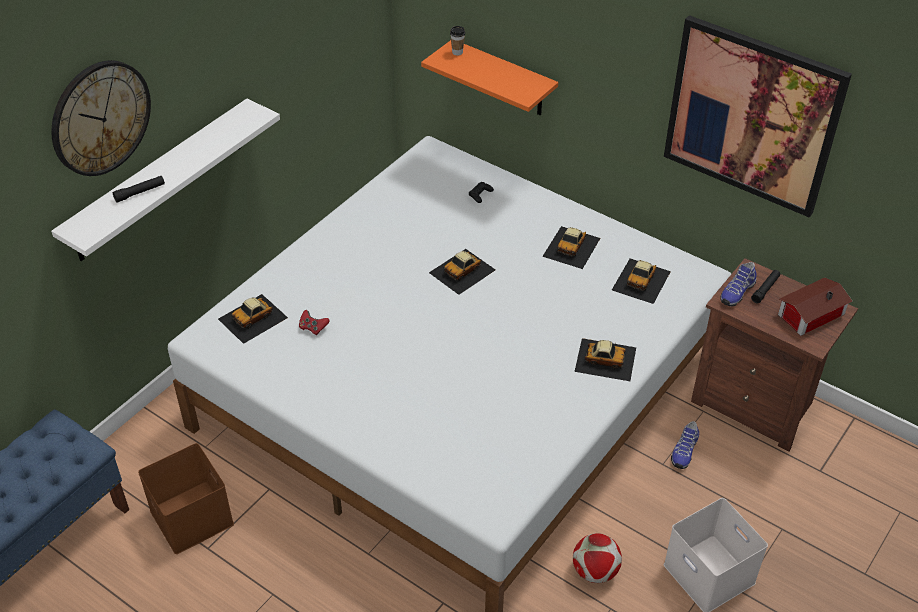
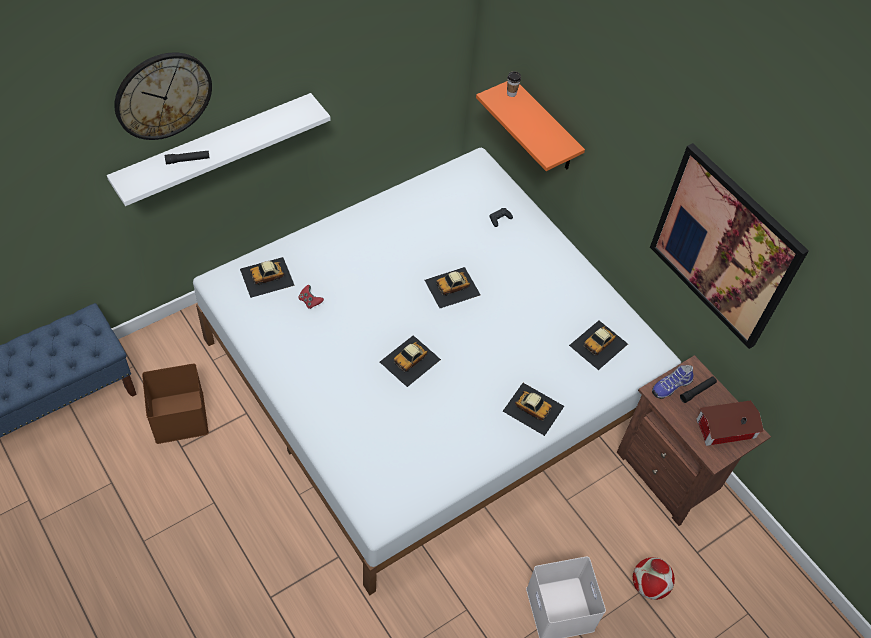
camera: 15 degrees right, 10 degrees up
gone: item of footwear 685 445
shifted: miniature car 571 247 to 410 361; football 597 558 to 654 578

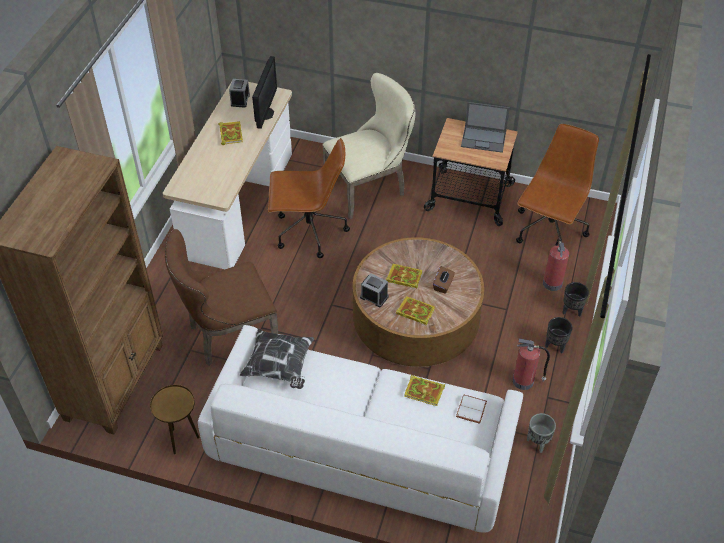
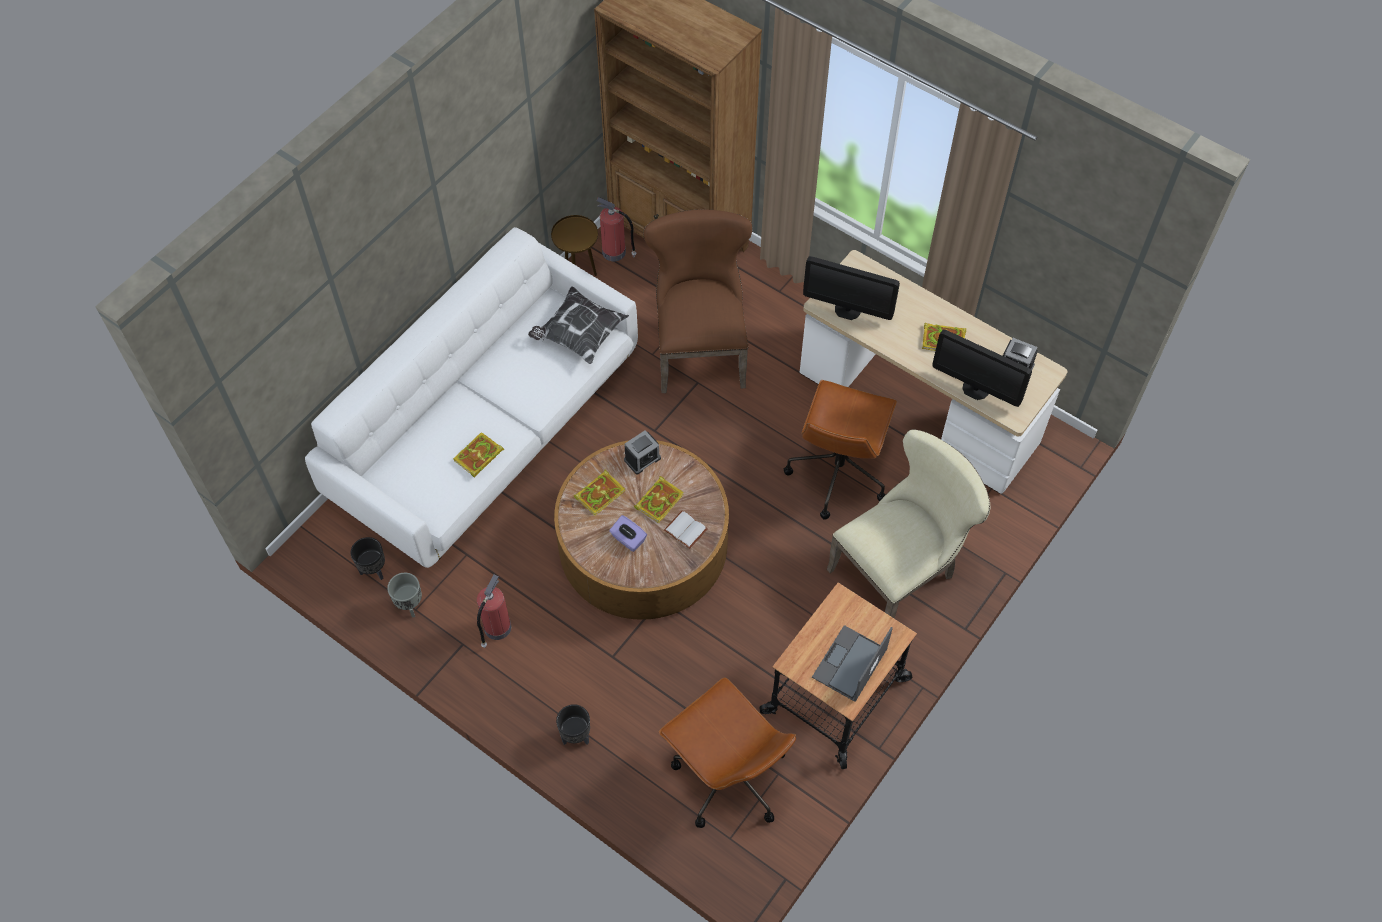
camera: 110 degrees right, 10 degrees up
new: computer display 851 288
shifted: book/whitish 471 409 to 686 529; fire extinguisher 556 264 to 616 229; plant pot/blackish 558 335 to 368 558
repainted: tissue box/brown 444 280 to tissue box/purple-coloured 628 533
rotated: plain chair/beige-coloured 368 146 = 908 523 120 degrees counterclockwise

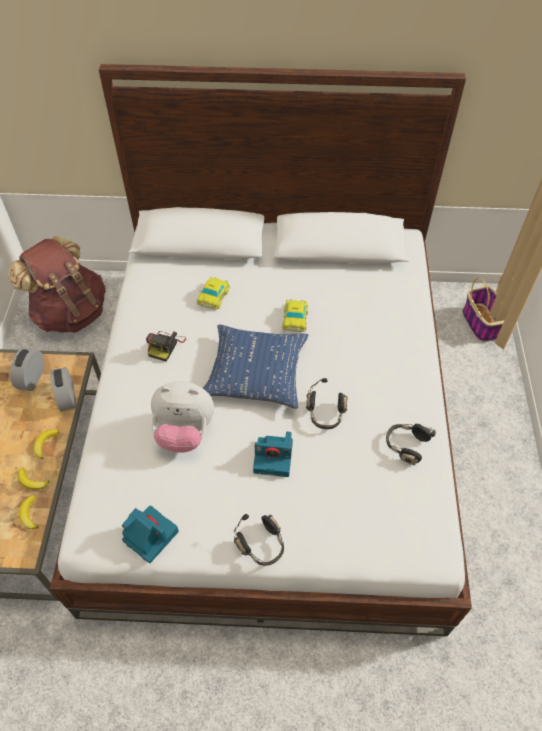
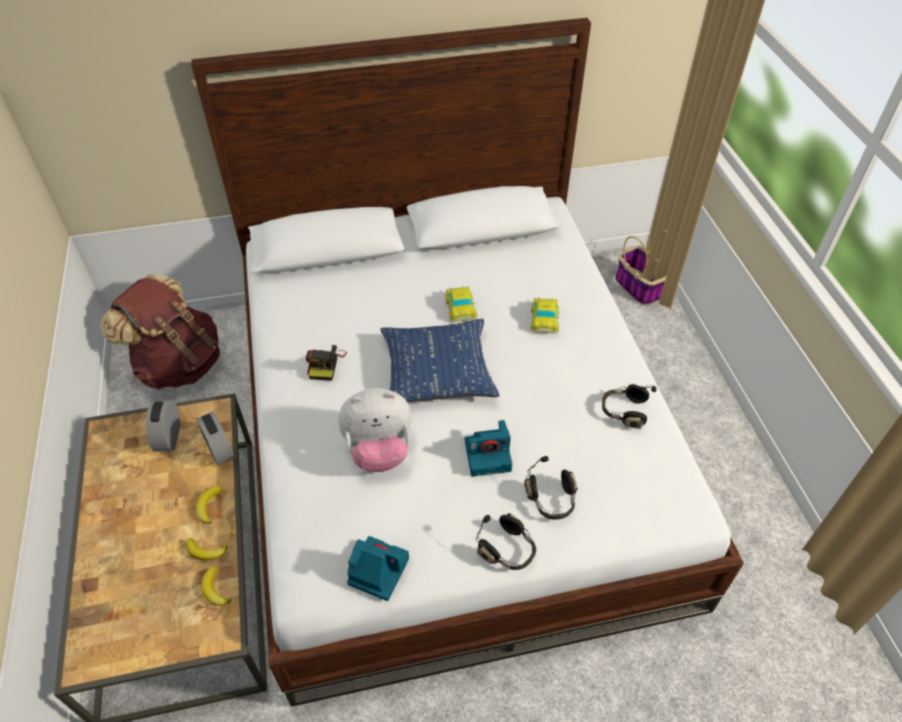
camera: 15 degrees left, 5 degrees down
shifted: miniature car 213 293 to 545 315; pair of headphones/blackish 327 403 to 551 488

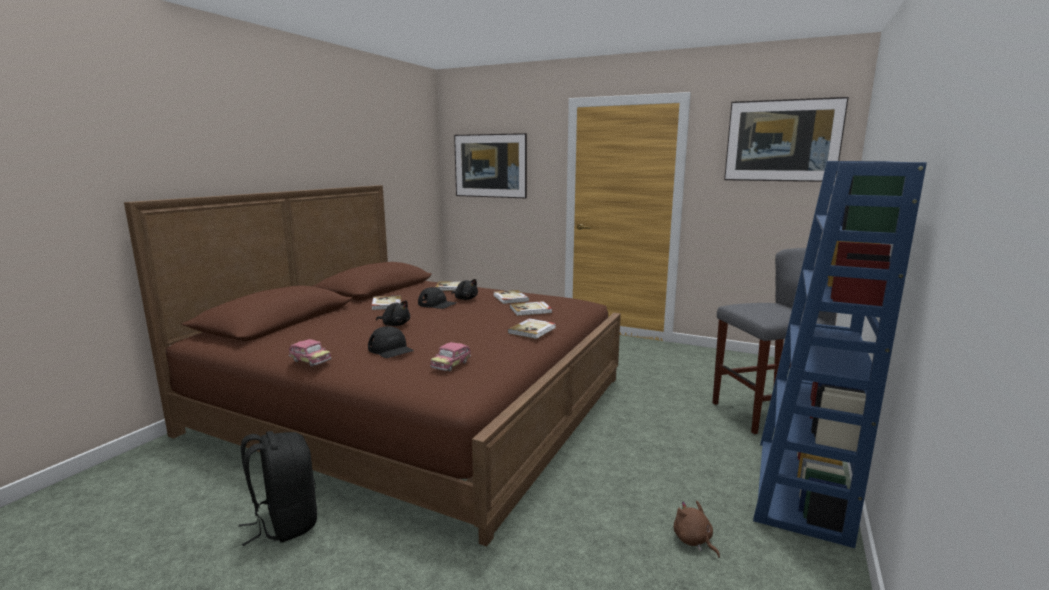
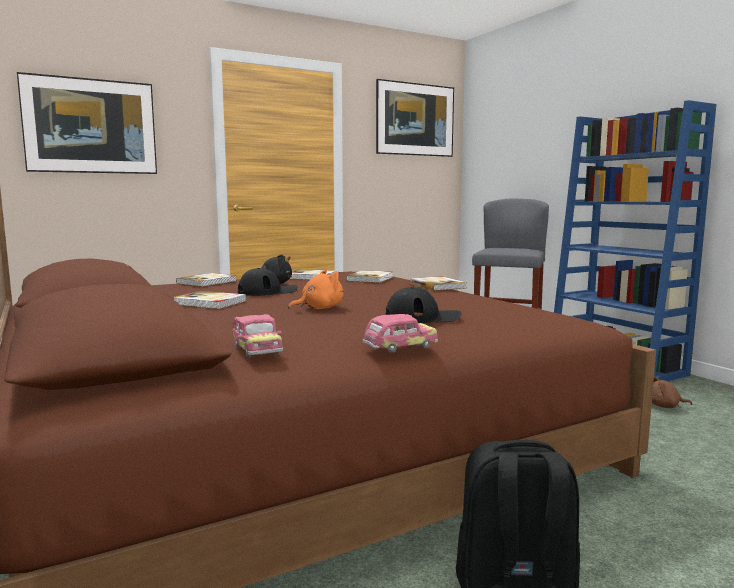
camera: 55 degrees left, 5 degrees down
shifted: miniature car 450 357 to 258 336
repainted: cuddly toy/blackish 393 313 to cuddly toy/orange-coloured 316 289

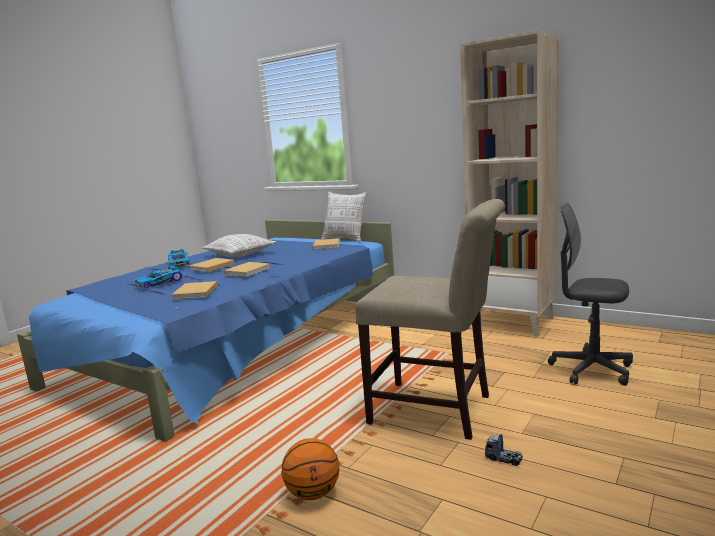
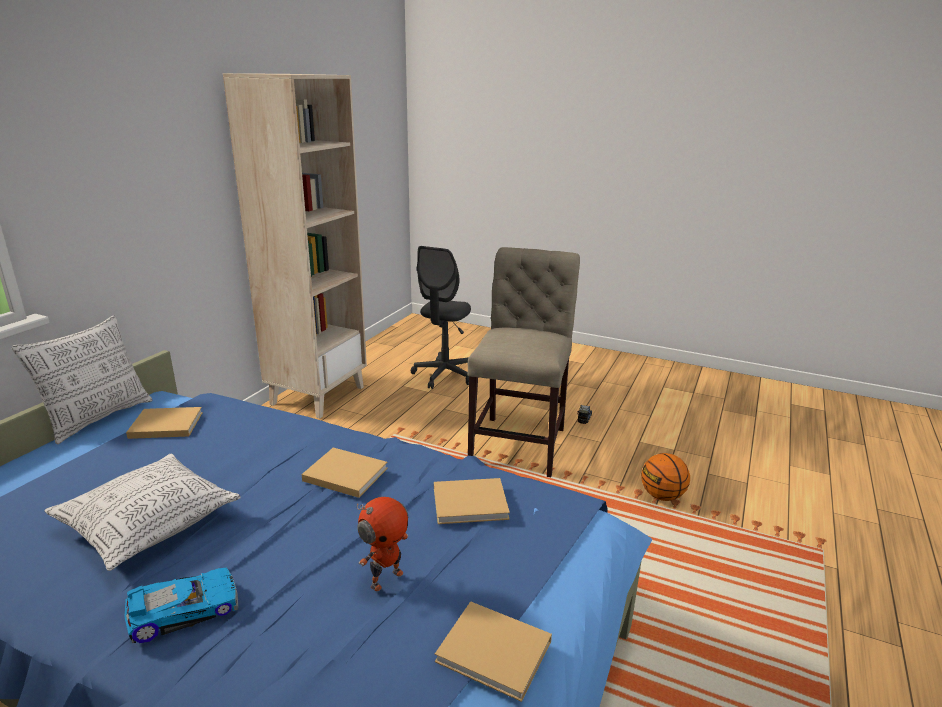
camera: 100 degrees left, 10 degrees up
shifted: book/beige-coloured 212 265 to 493 651
swapped: miniature car 158 277 to robot figure 382 544

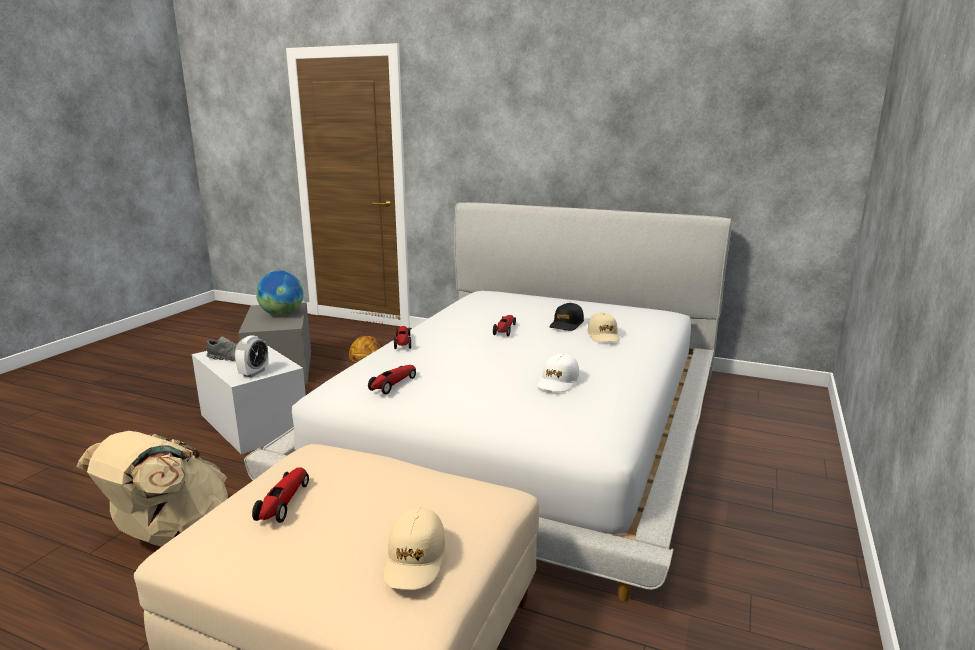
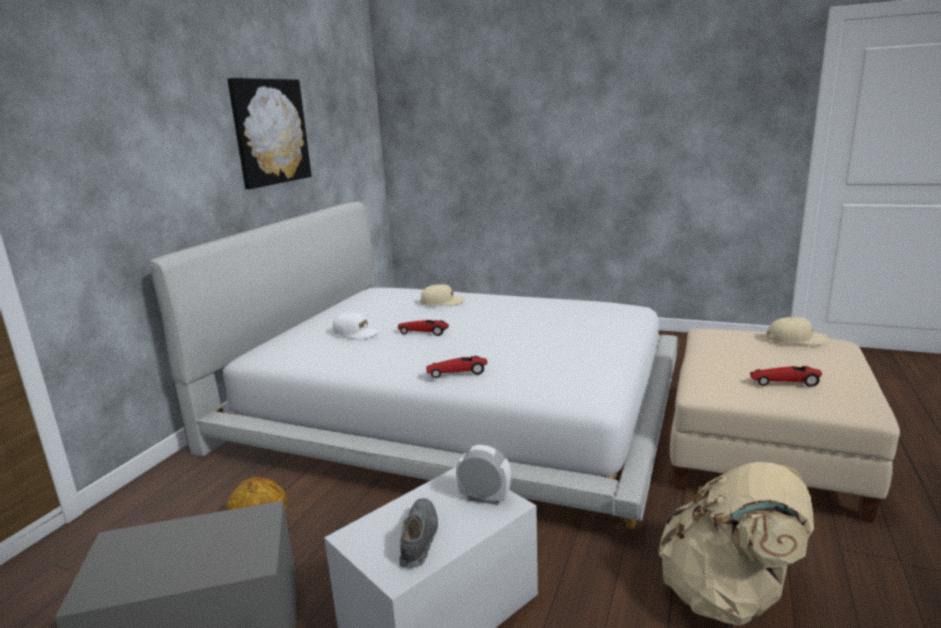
camera: 90 degrees left, 0 degrees up
gone: desk globe 280 293; miniature car 392 379; peaked cap/blackish 566 317
new: wall picture 269 133
shifted: peaked cap/whitish 558 373 to 356 326

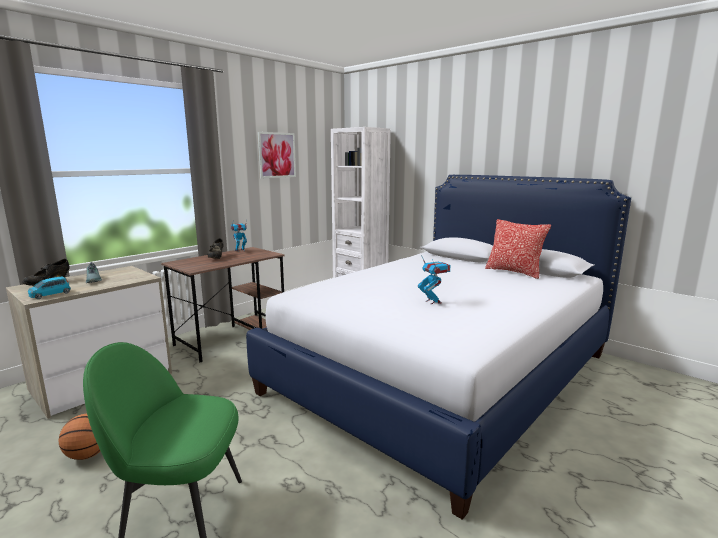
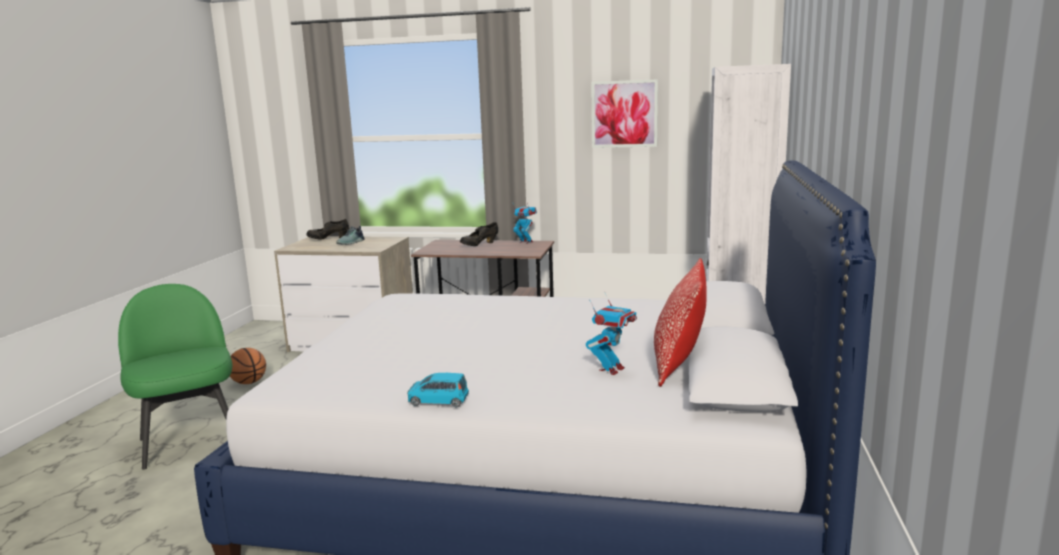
camera: 60 degrees right, 0 degrees up
shifted: miniature car/blue 49 288 to 438 390; robot figure 434 279 to 611 333

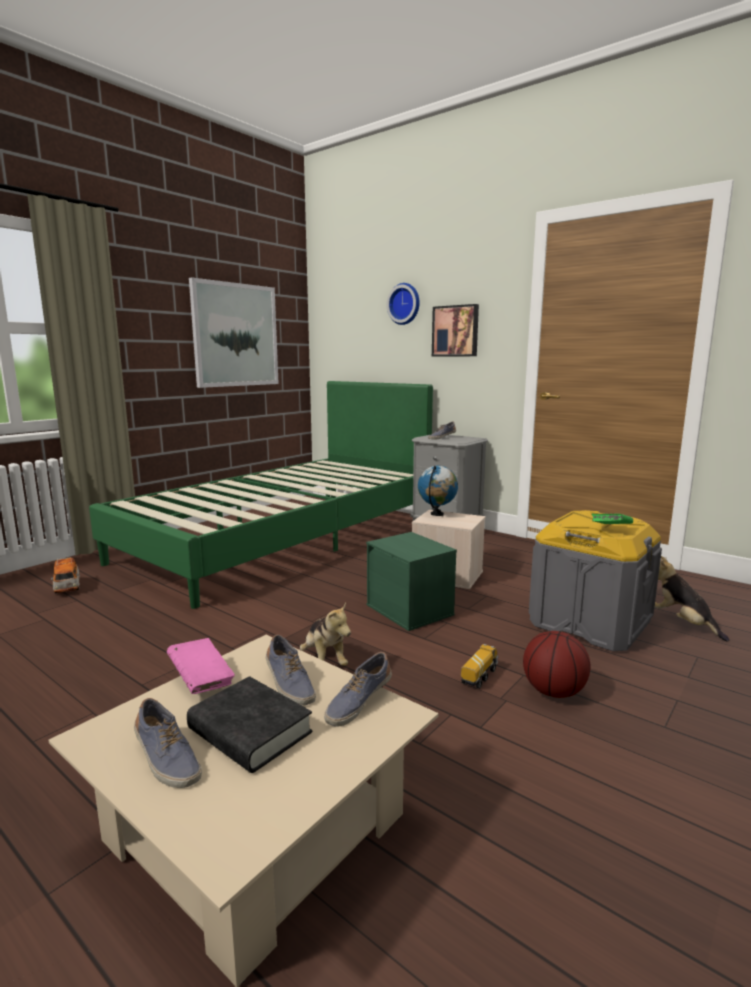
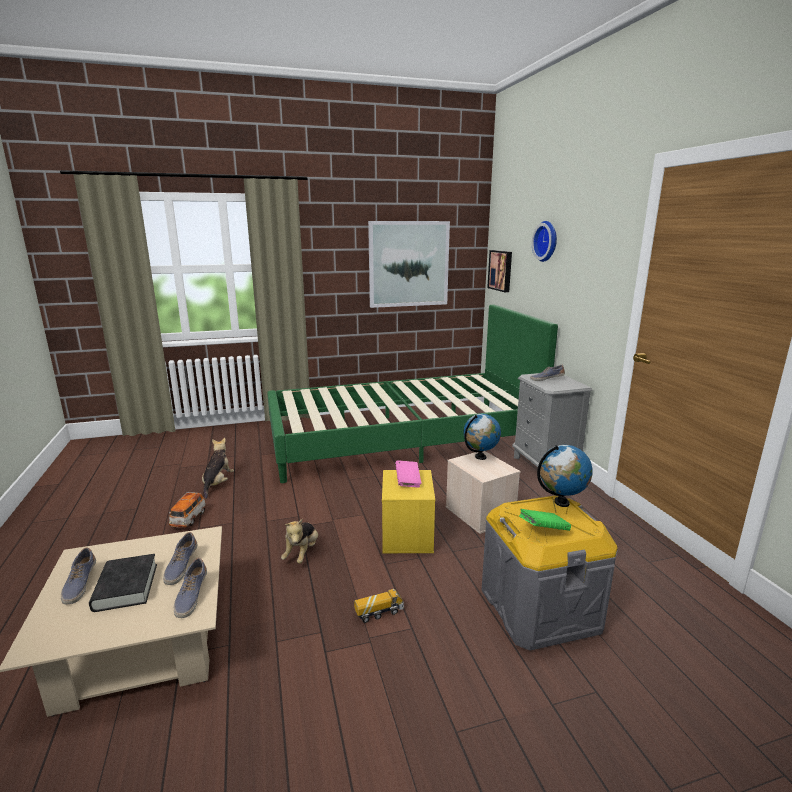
camera: 35 degrees right, 5 degrees up
gone: basketball 557 664
new: desk globe 565 476
shifted: miniature car 65 575 to 187 509; book/pinkish 201 666 to 408 473; wall picture 455 330 to 499 271; cuddly toy 691 598 to 218 468
repainted: storage container/greenish 411 581 to storage container/yellowish 408 511
rotated: item of footwear 358 689 = 190 588 75 degrees counterclockwise

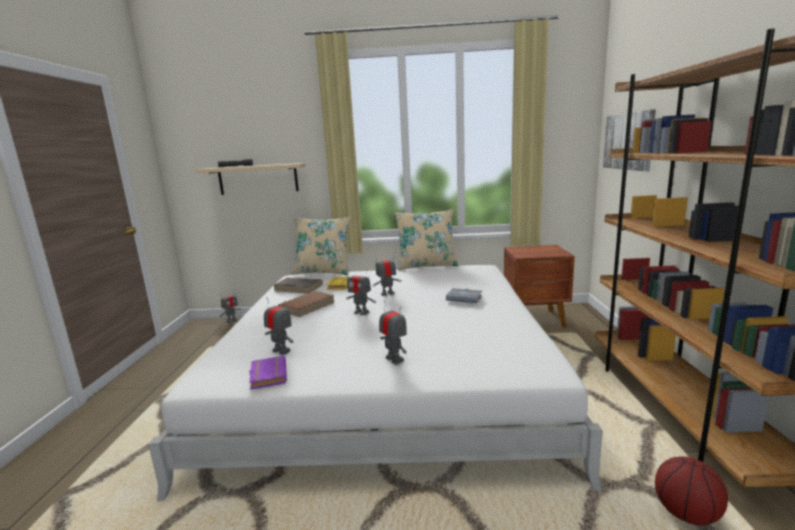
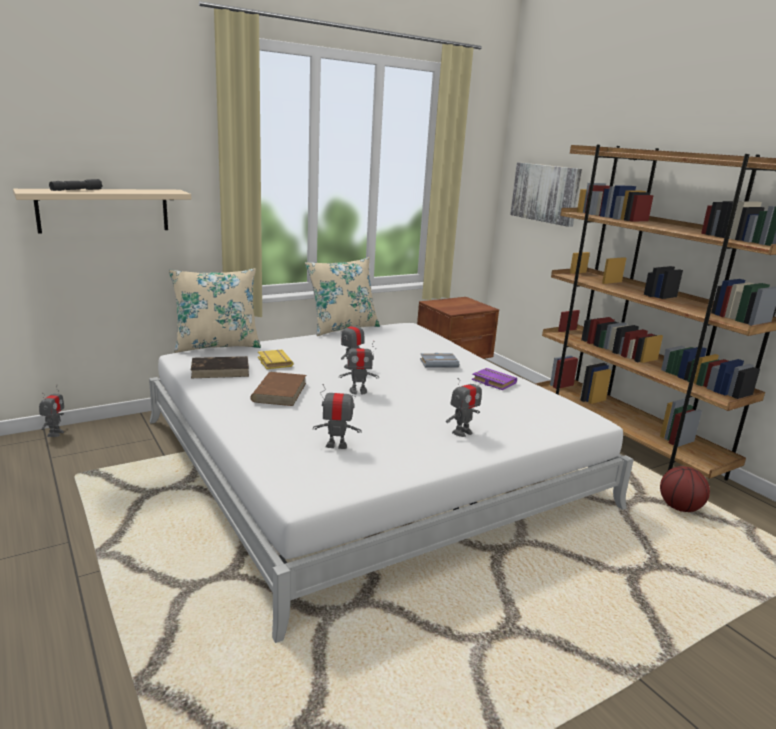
camera: 35 degrees left, 5 degrees up
shifted: book/purple-coloured 268 373 to 494 379
rotated: robot figure 393 333 = 464 405 120 degrees clockwise

